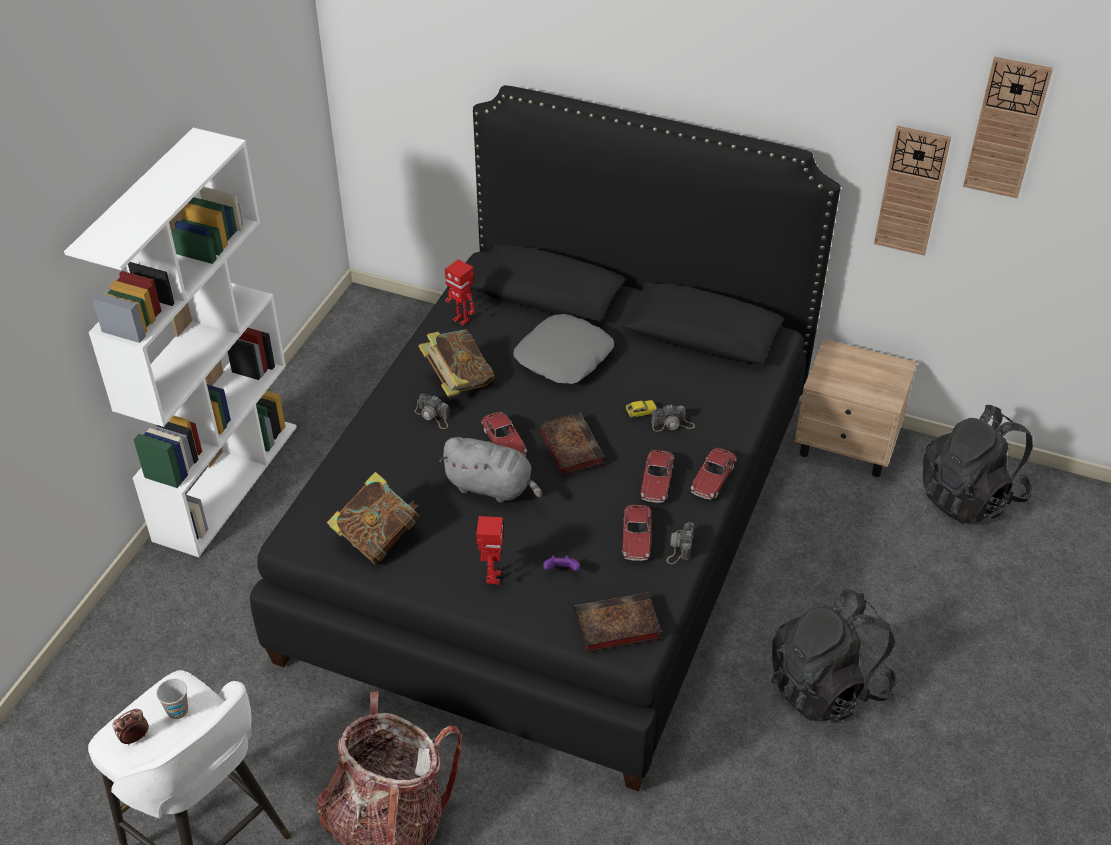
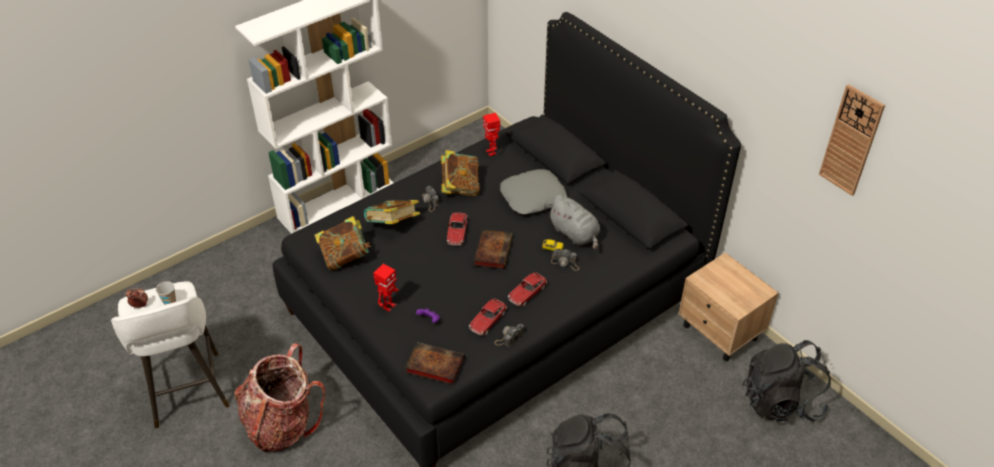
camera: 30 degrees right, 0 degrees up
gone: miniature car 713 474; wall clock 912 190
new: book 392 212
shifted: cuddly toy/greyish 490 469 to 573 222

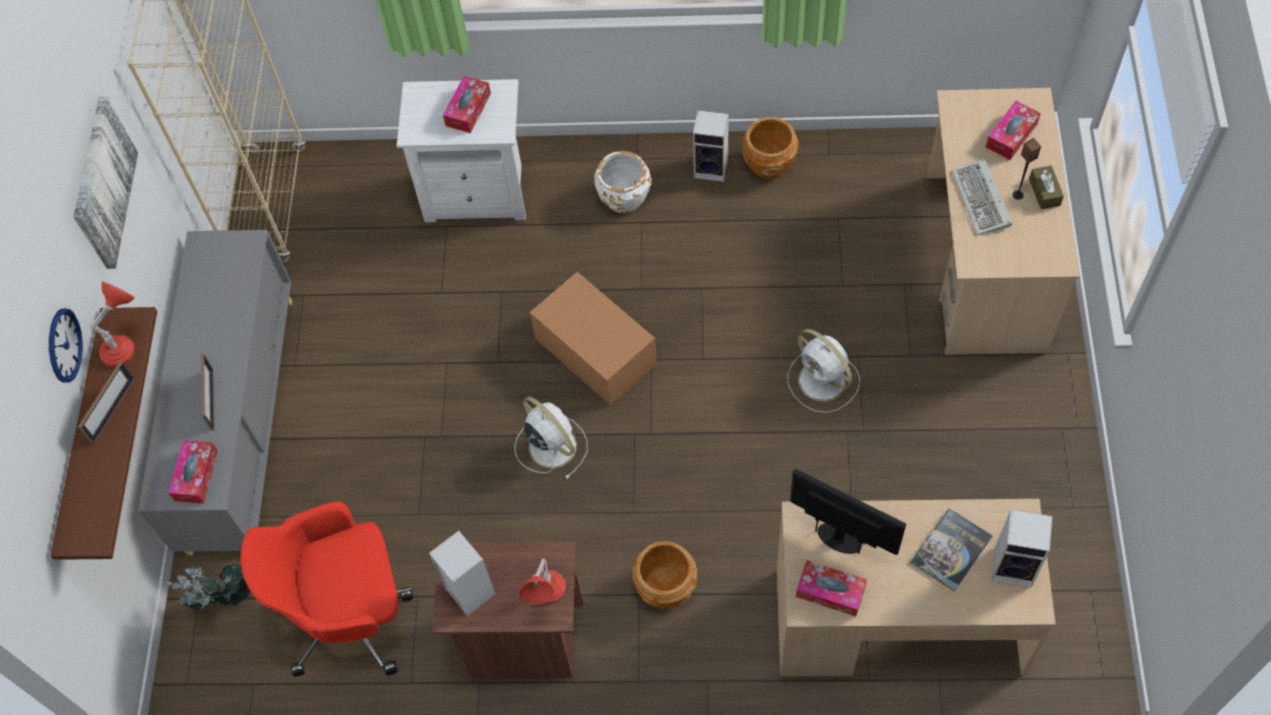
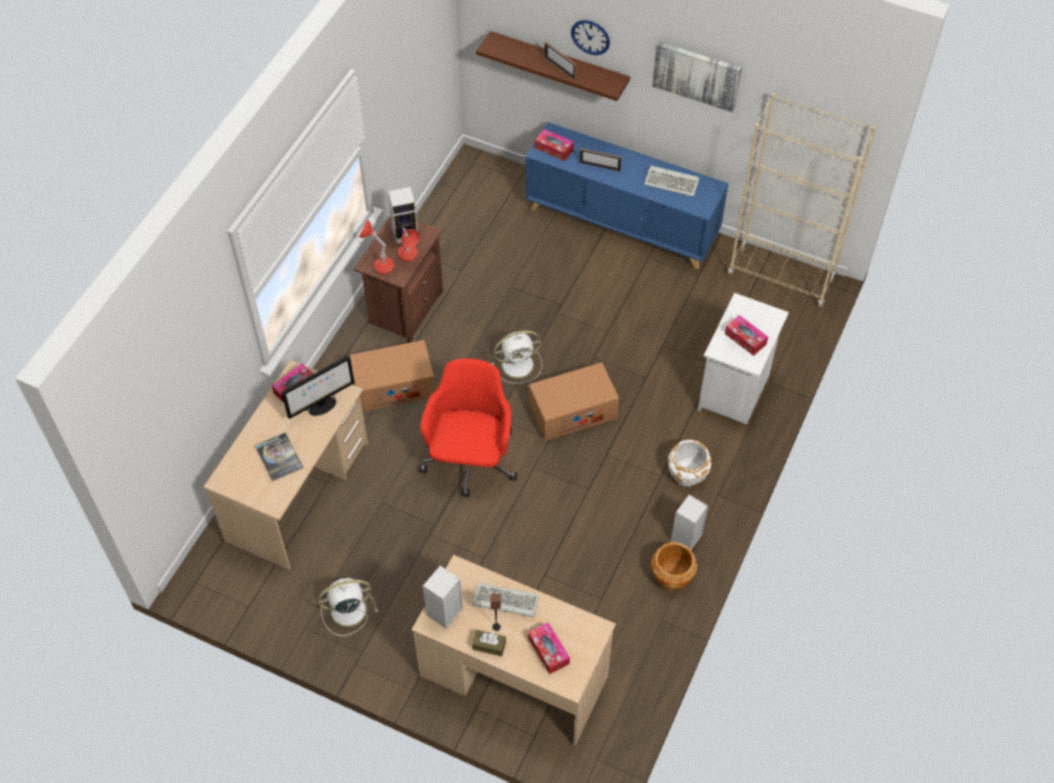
camera: 110 degrees right, 5 degrees down
gone: potted plant 208 587
new: keyboard 672 181
shifted: table lamp/red-coloured 112 324 to 408 245; computer chair/red-coloured 327 588 to 468 427; cooling fan/whitish 823 371 to 348 607; speaker 1022 548 to 443 597
swapped: plant pot/brown 664 574 to carton 392 376
repainted: cabinet/greyish 215 392 to cabinet/blue 627 195

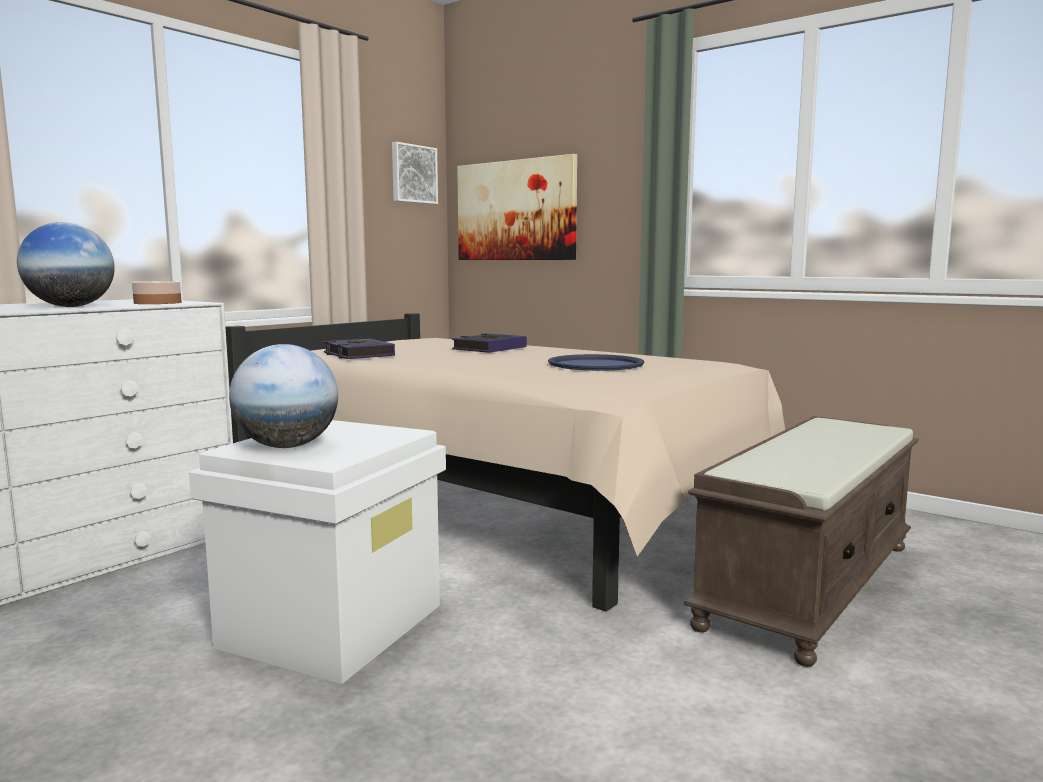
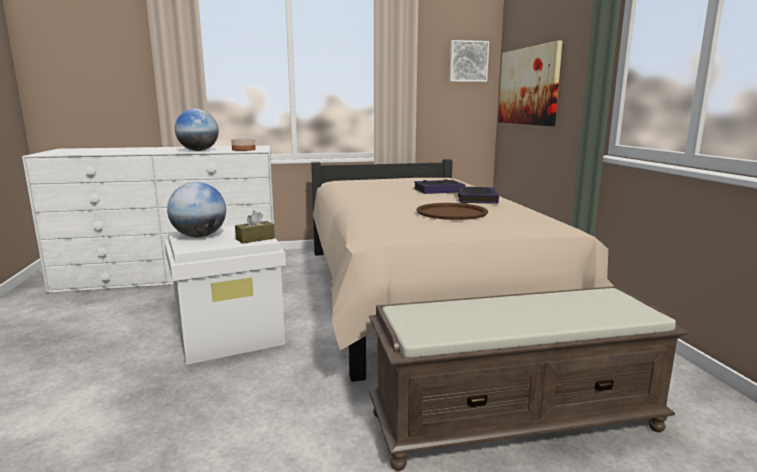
camera: 40 degrees right, 5 degrees up
new: tissue box/brown 255 227
shifted: book 359 349 to 478 195
repainted: tray/blue 596 362 to tray/brown 452 211

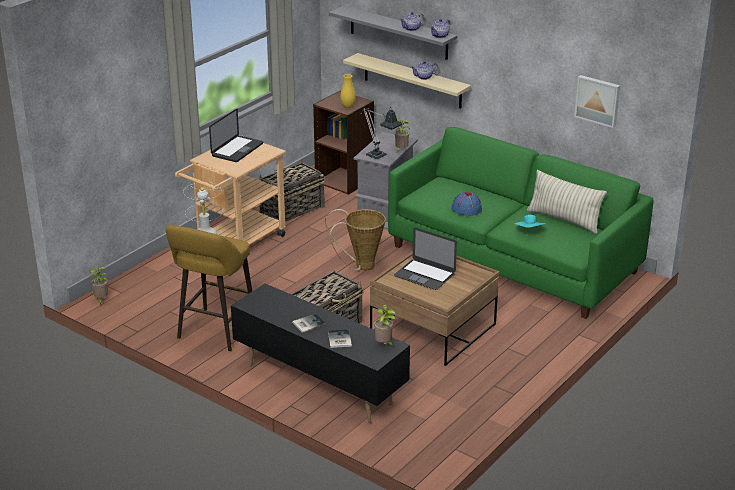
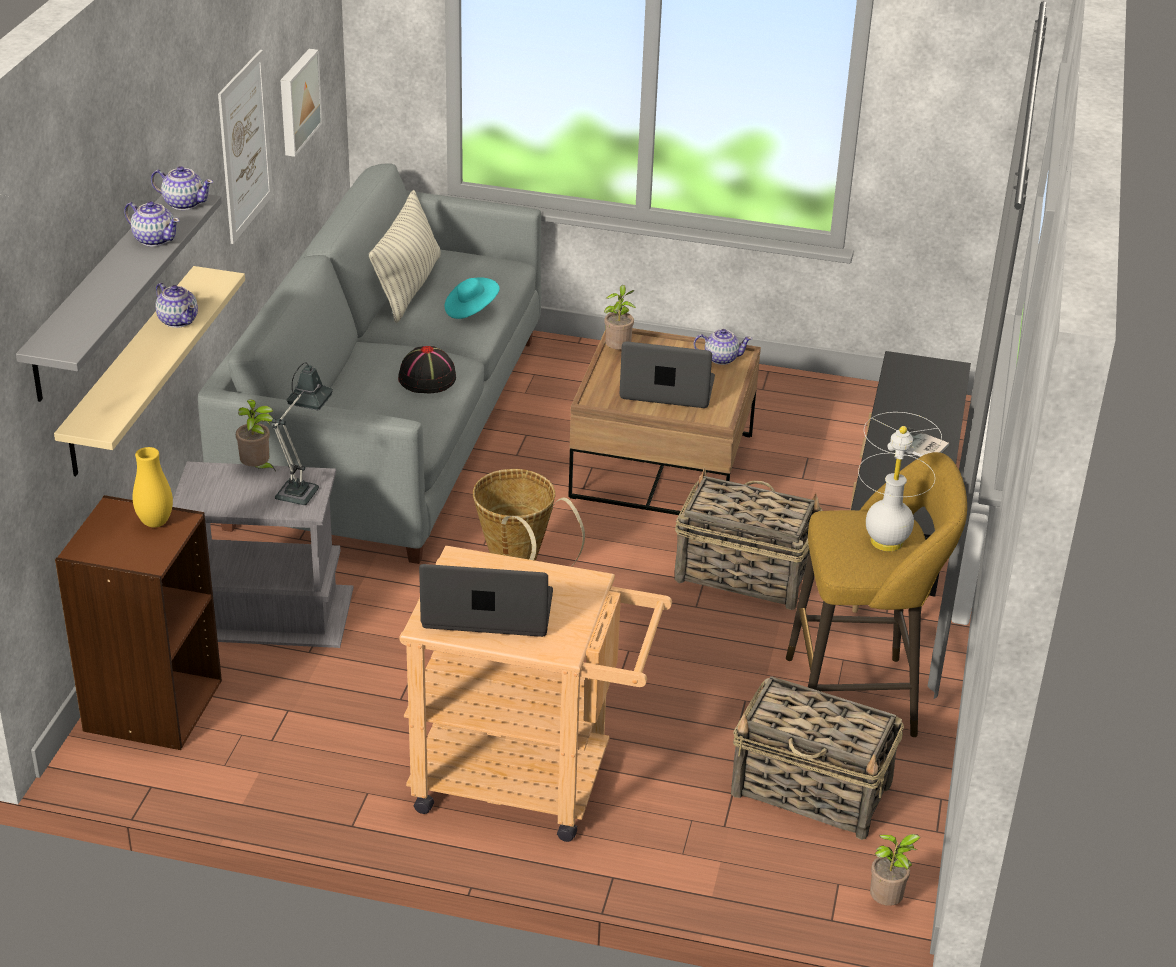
camera: 115 degrees left, 5 degrees up
gone: book 340 338
new: wall picture 245 147; teapot 723 347
shifted: storage basket 292 191 to 817 758; potted plant 384 326 to 620 317
repainted: sofa/greenish 520 223 to sofa/greyish 369 364; wearable hat/blue 466 204 to wearable hat/blackish 427 370
rotated: notebook computer 425 259 = 667 374 90 degrees counterclockwise

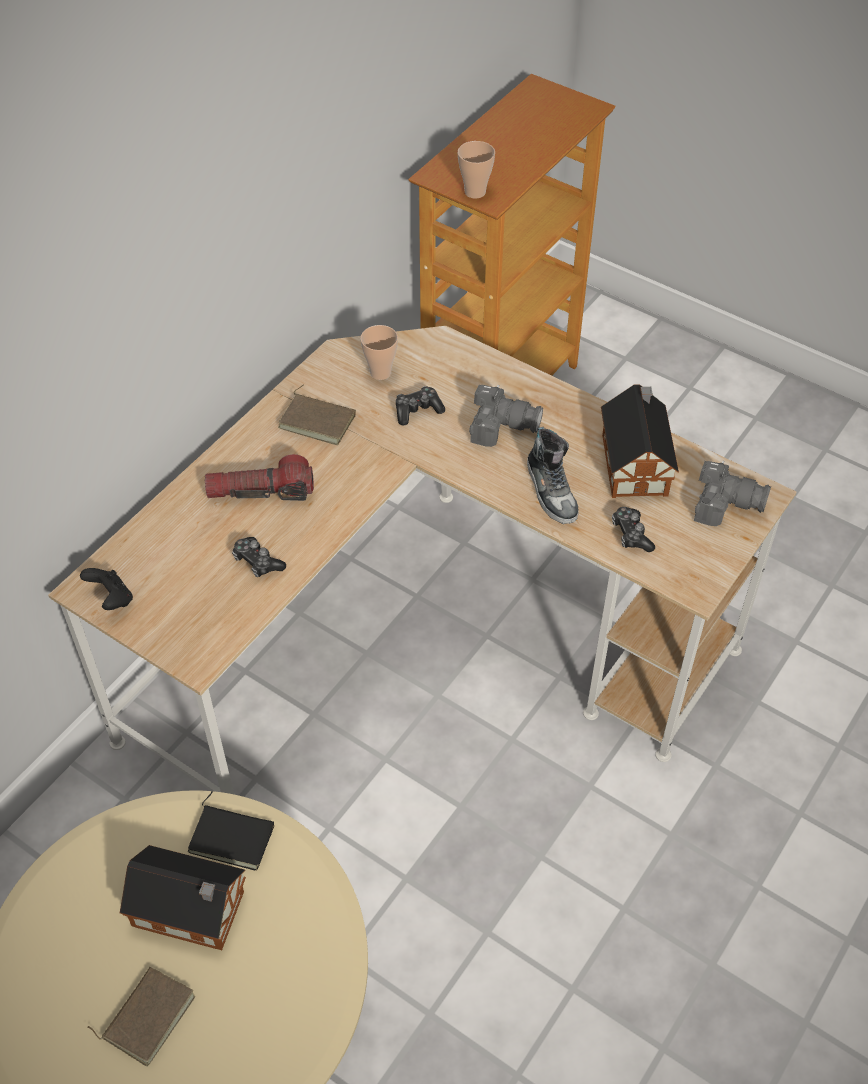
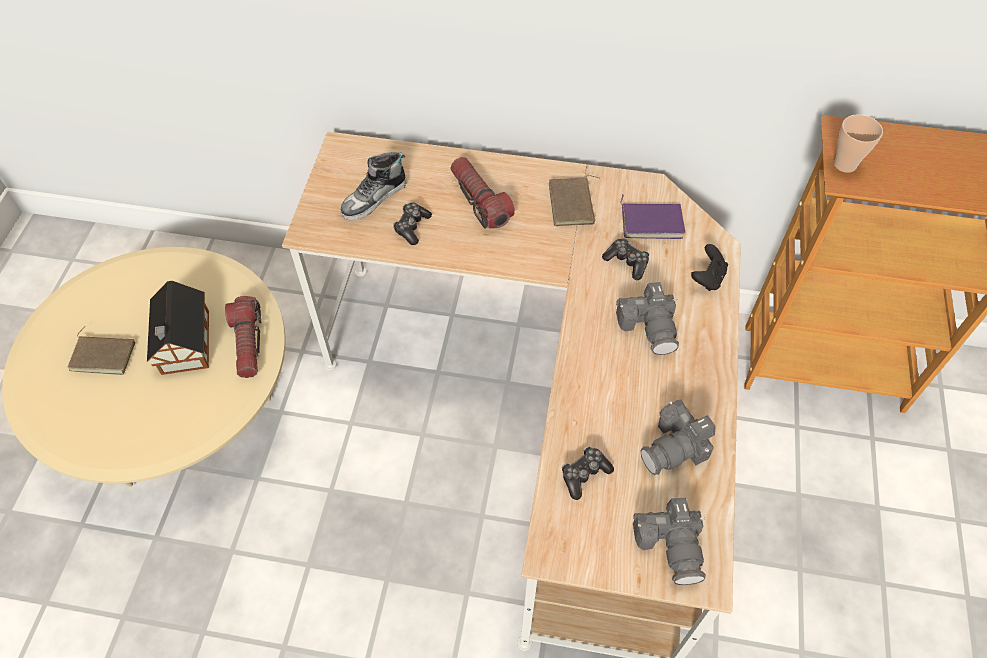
camera: 65 degrees right, 5 degrees up
shifted: game controller/blackish 106 589 to 709 267; item of footwear 553 475 to 373 186
swapped: book/blackish 231 831 to hand torch 243 337; cup 379 352 to book/purple-coloured 652 216; miniature house 640 441 to photo camera 678 437

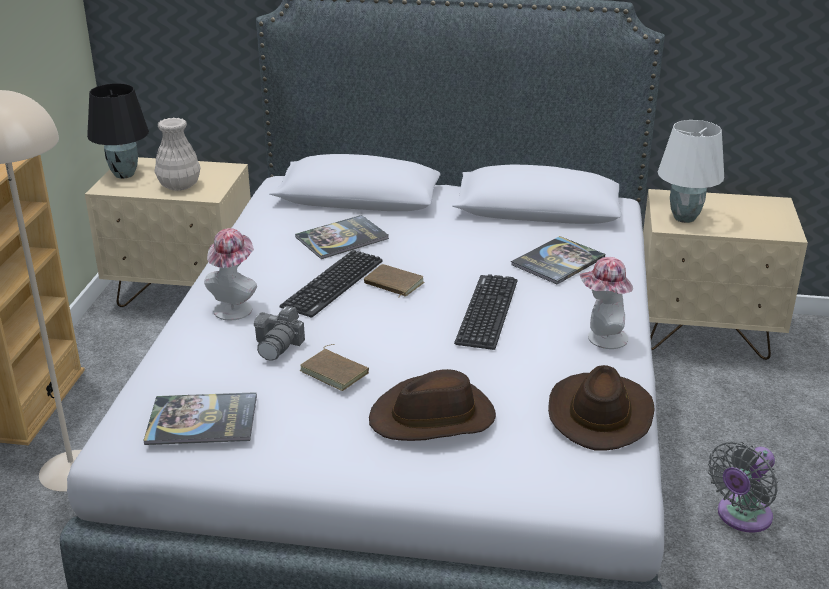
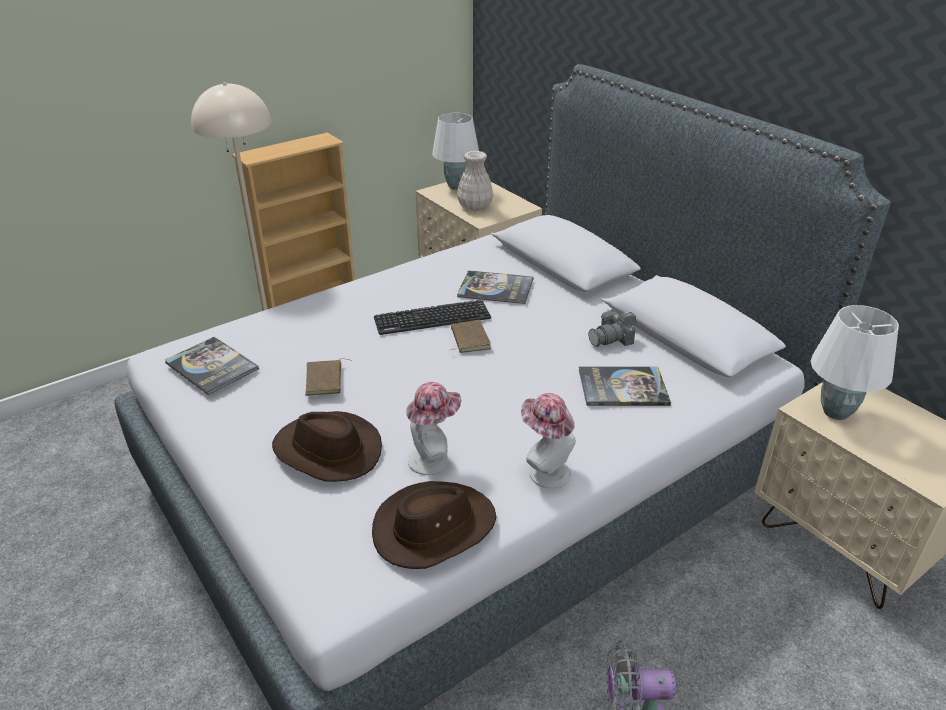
camera: 45 degrees right, 5 degrees up
gone: keyboard 485 312
shifted: wearable hat 230 274 to 434 428; photo camera 279 333 to 612 328
repainted: table lamp/blackish 118 131 to table lamp/whitish 455 151

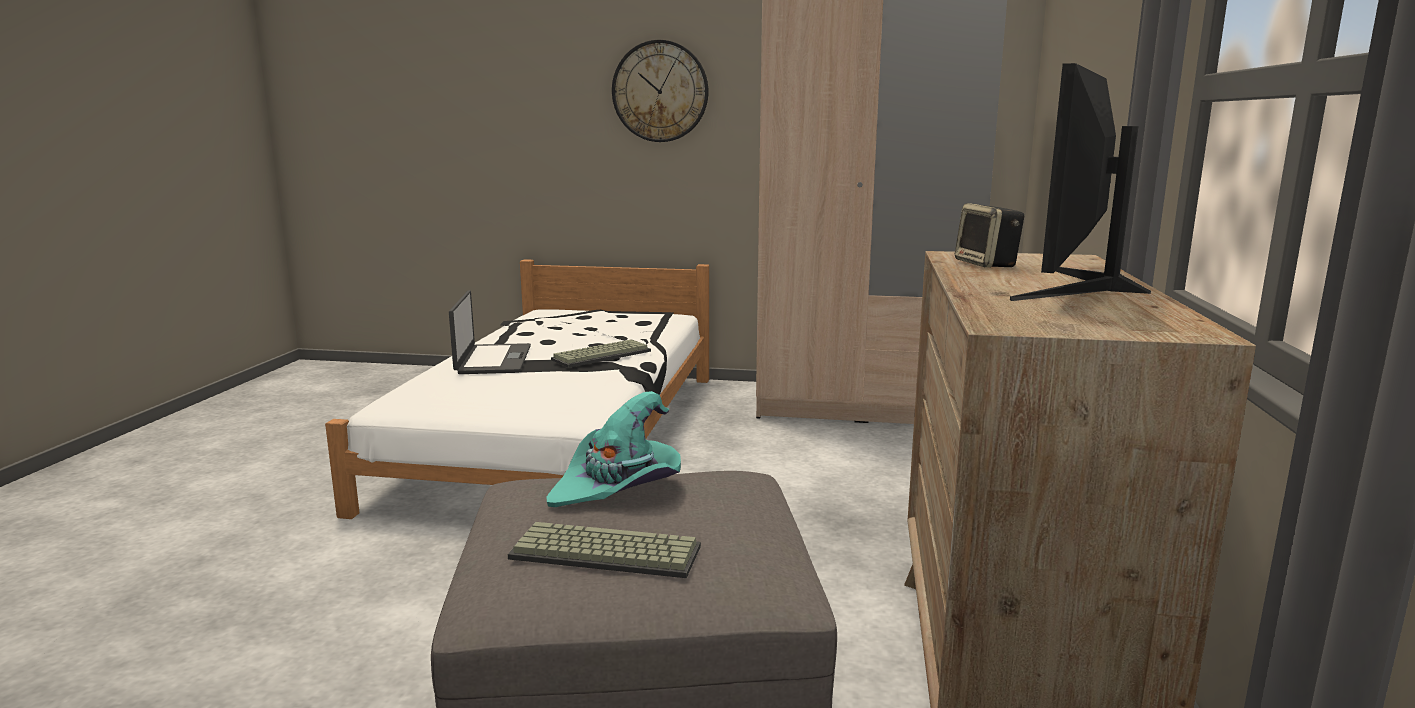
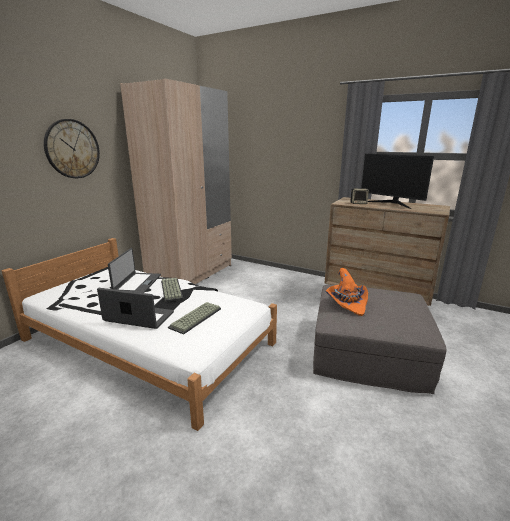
camera: 70 degrees left, 5 degrees up
new: notebook computer 134 270
shifted: keyboard 604 550 to 194 318
repainted: wearable hat/blue-green 613 449 to wearable hat/orange-coloured 346 292

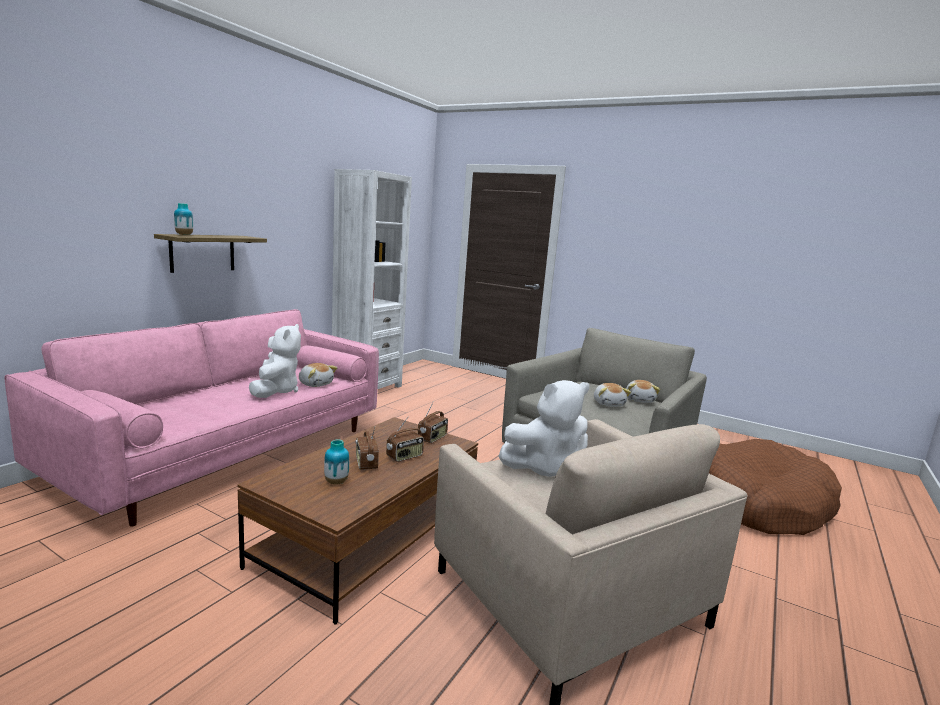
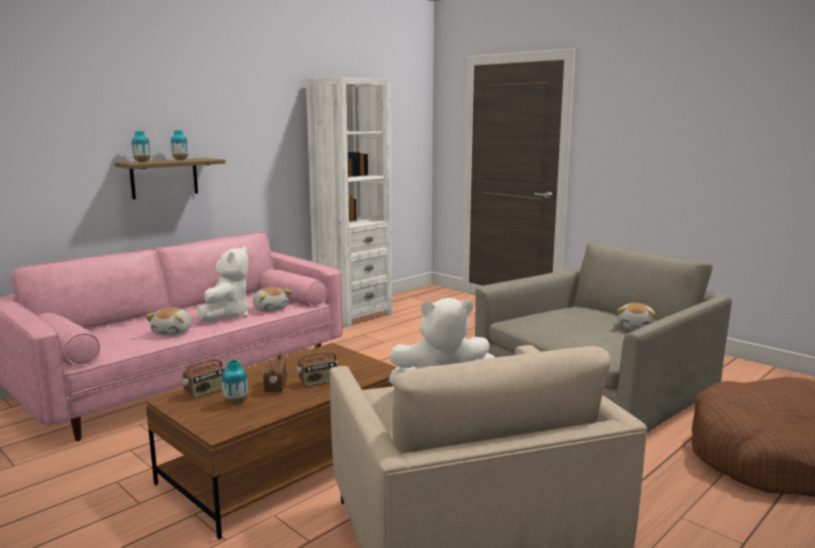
camera: 15 degrees right, 0 degrees up
new: flower vase 179 145
shifted: radio 433 422 to 203 372; cuddly toy 612 395 to 168 321

